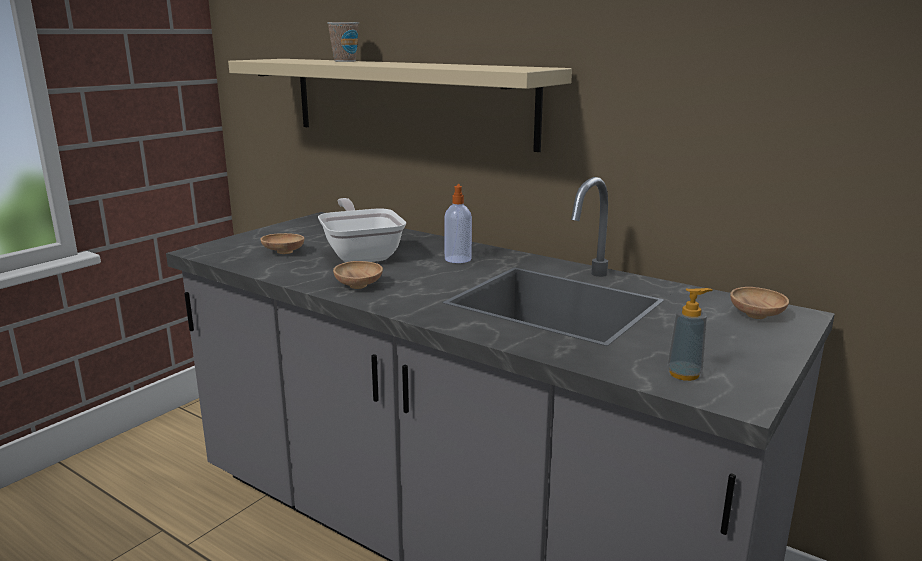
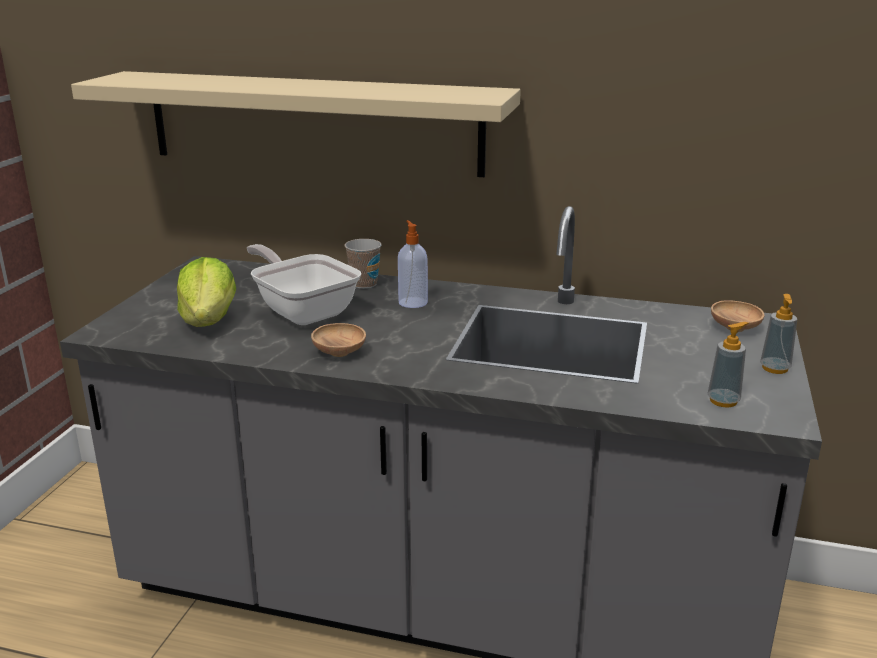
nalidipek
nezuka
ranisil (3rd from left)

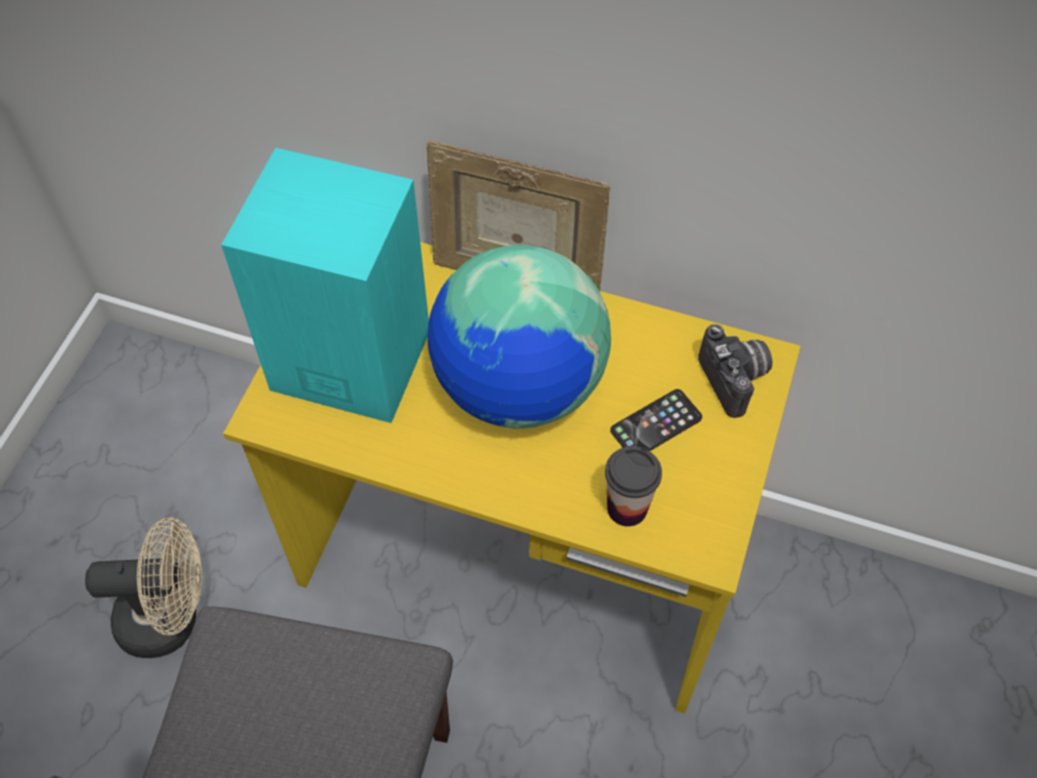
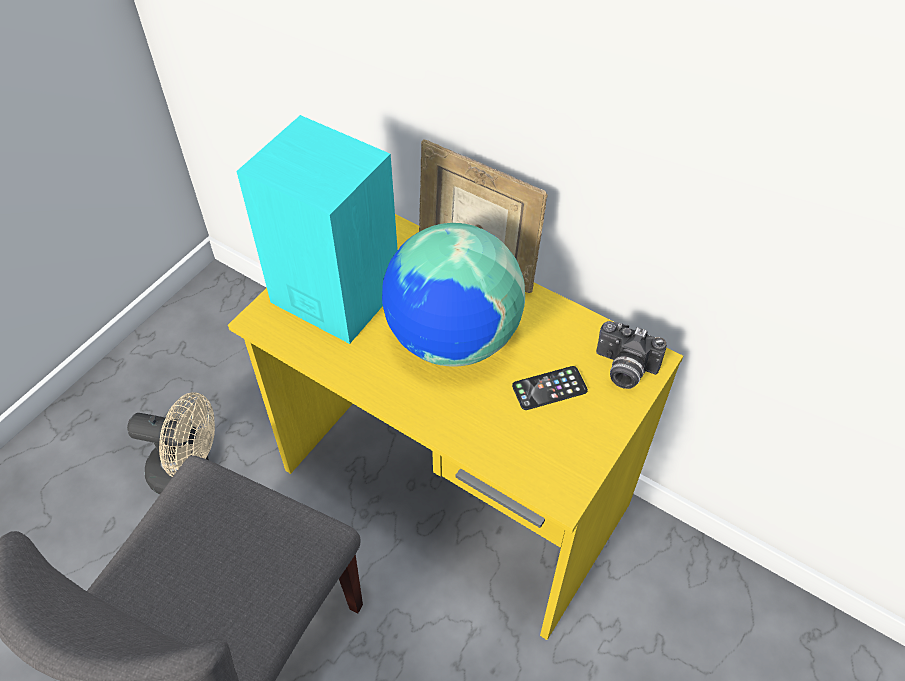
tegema
nezuka

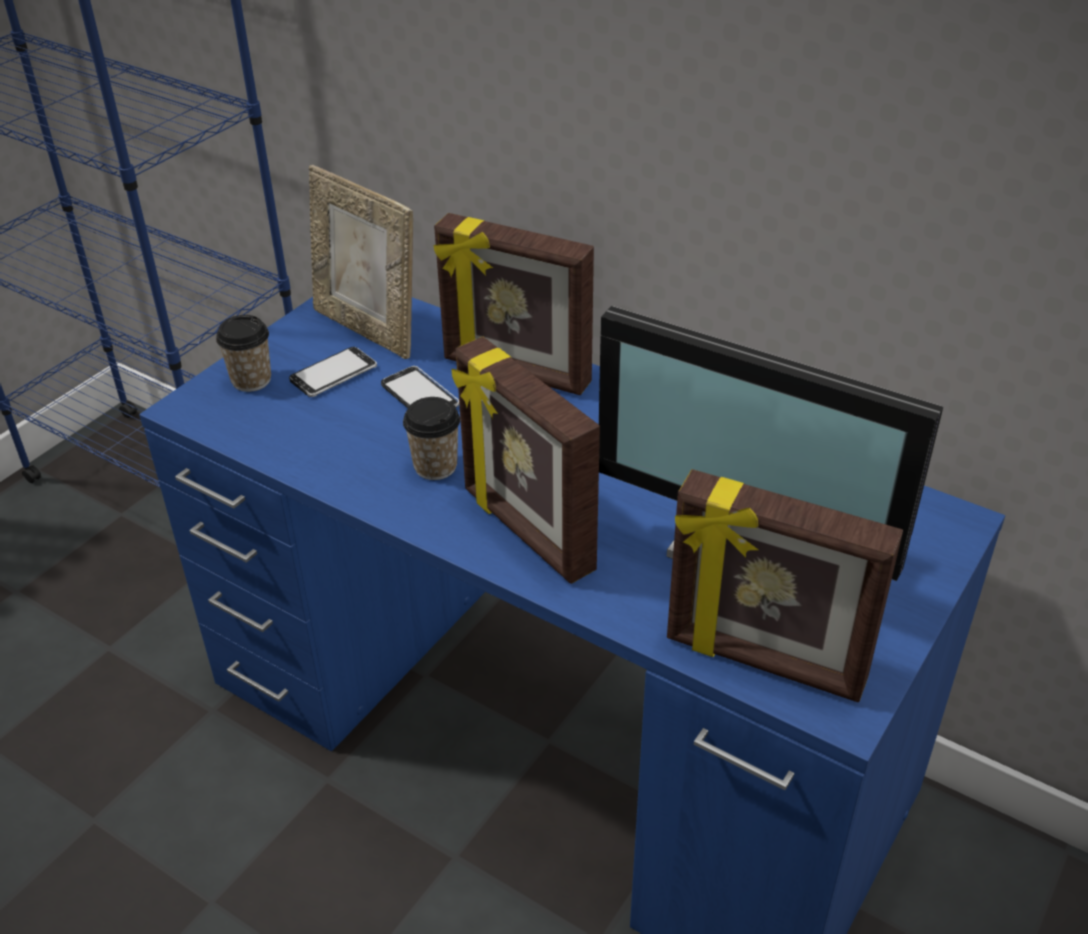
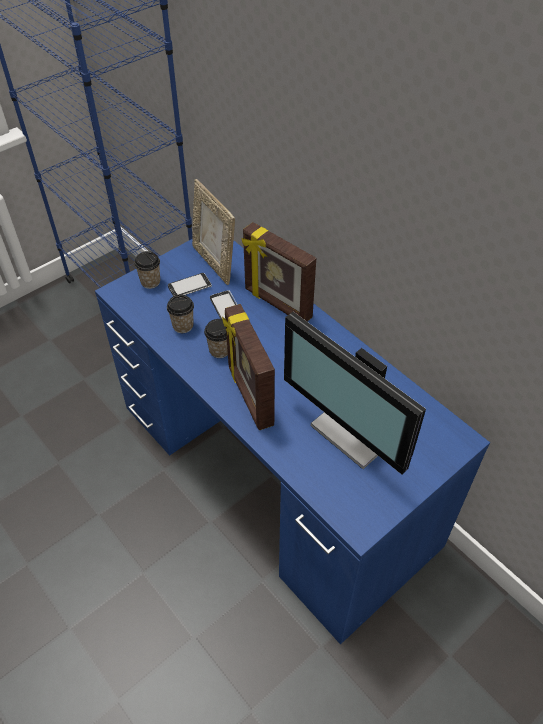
nezuka (2nd from left)
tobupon (4th from left in the first image)

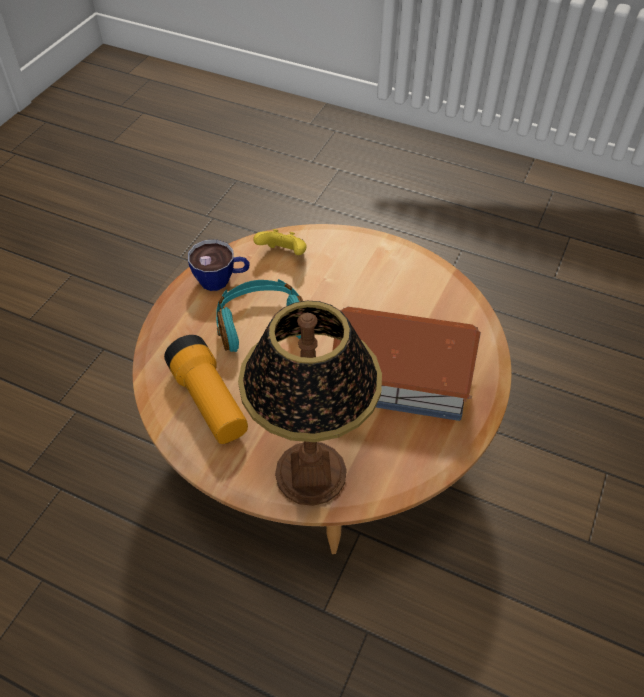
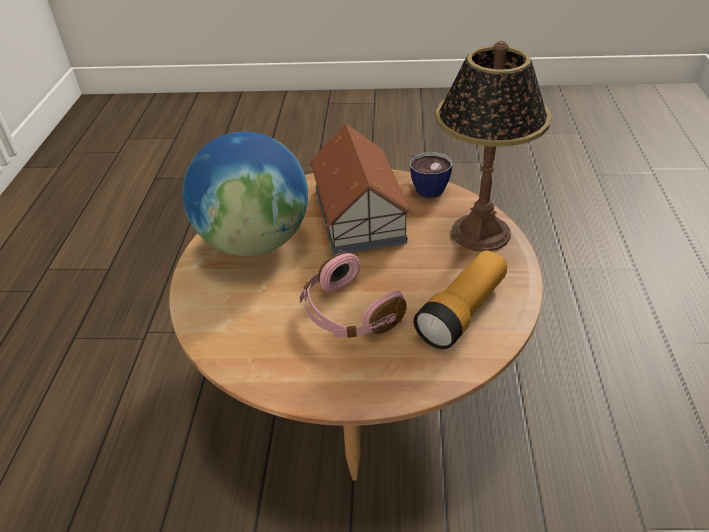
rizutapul
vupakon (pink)
nezuka
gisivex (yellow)

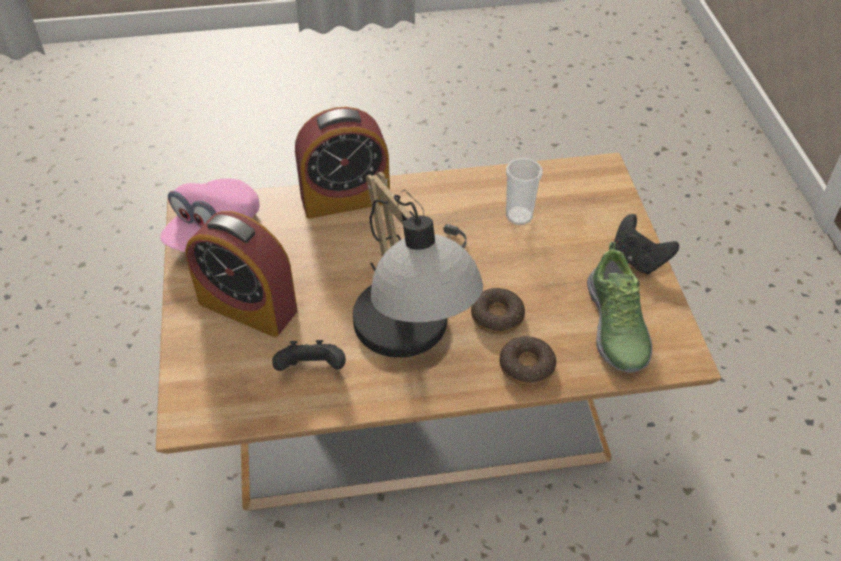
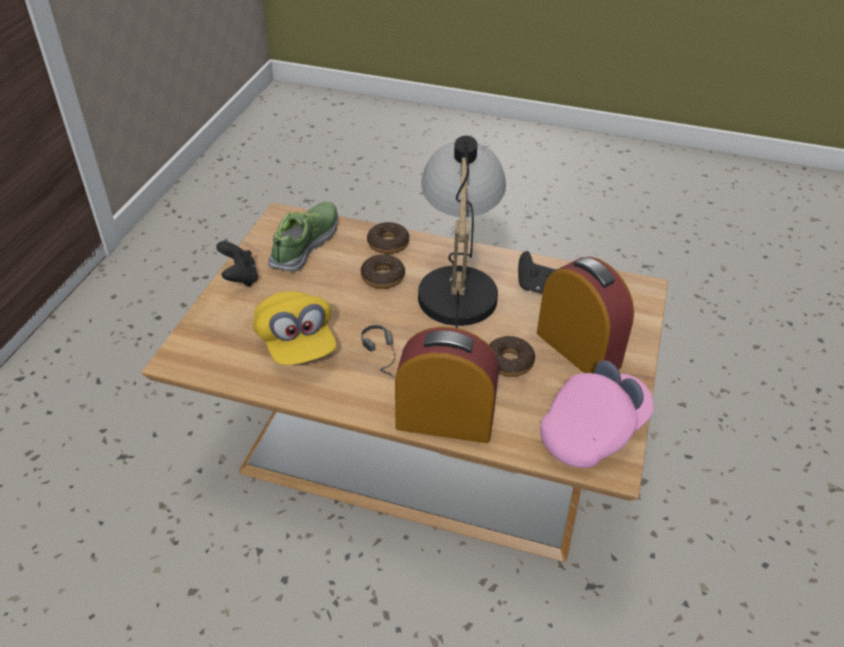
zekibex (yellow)
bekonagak (3rd from left)

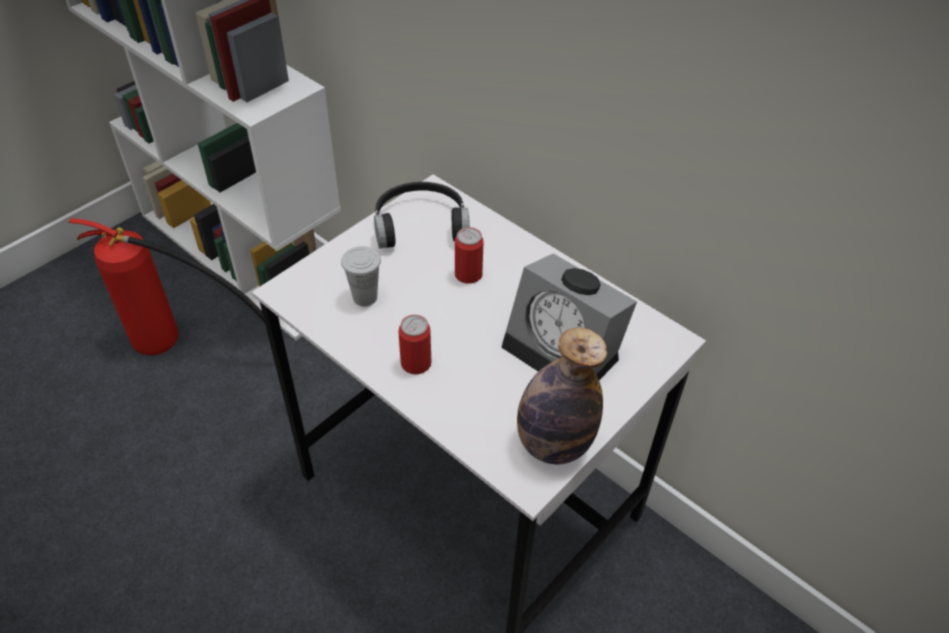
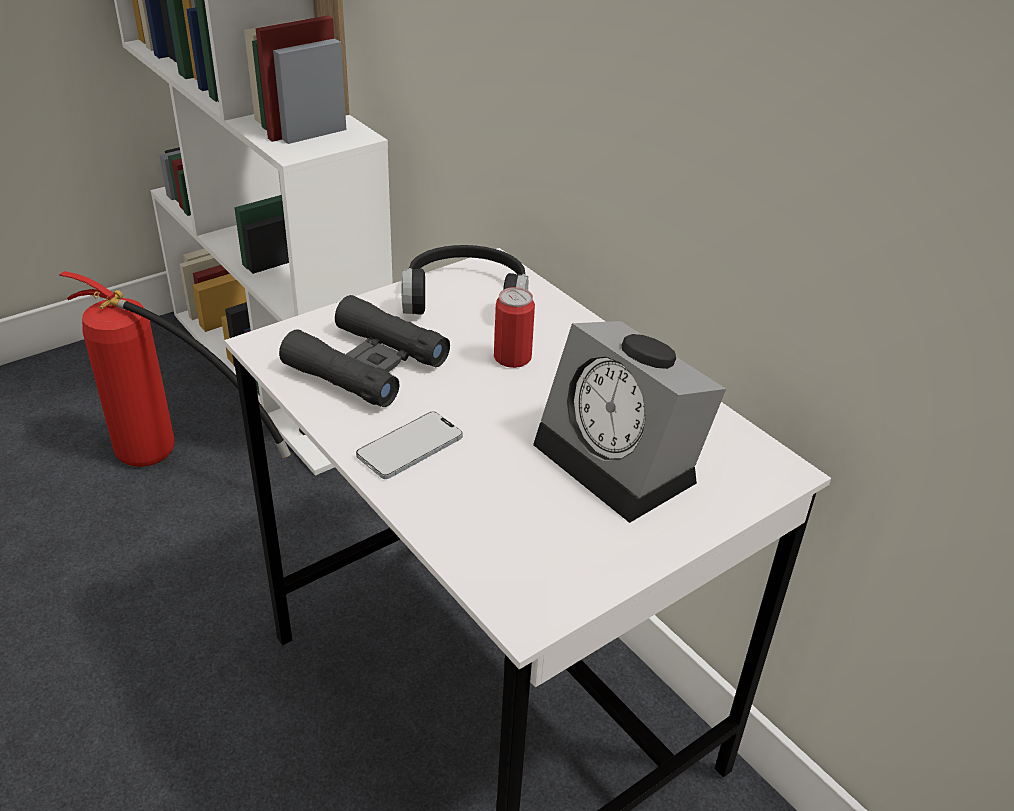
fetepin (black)
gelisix
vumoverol

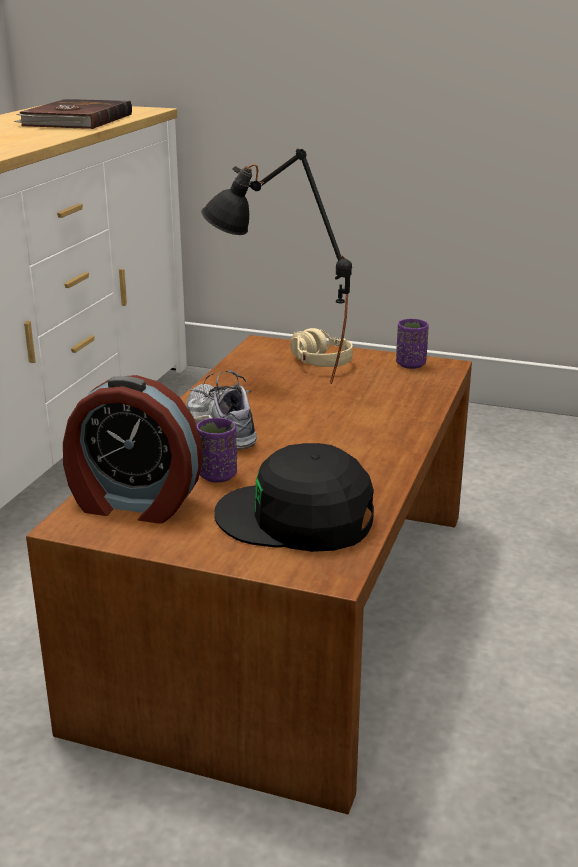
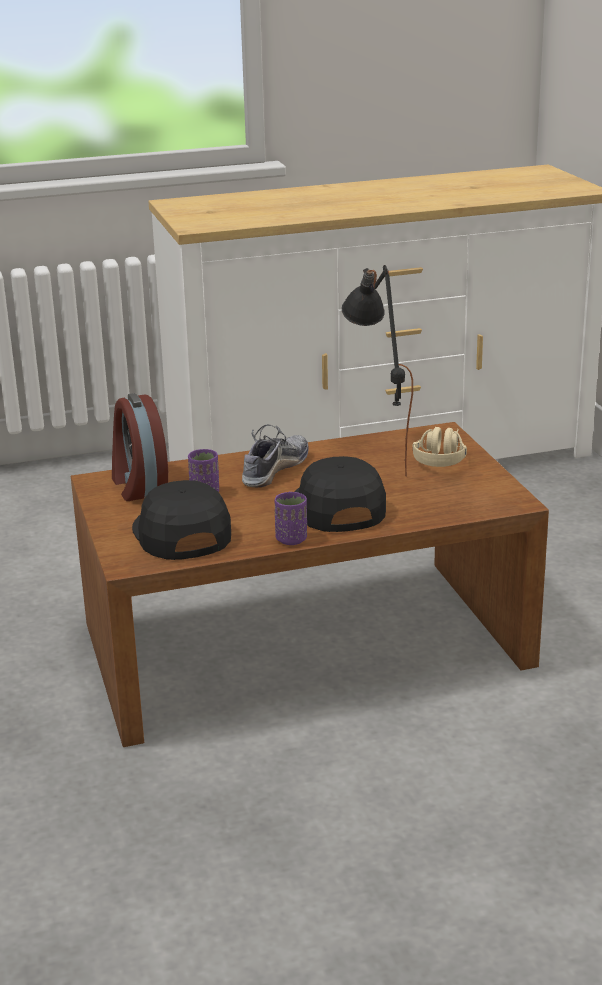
nezuka (purple) (2nd from left)
zekibex (black) (2nd from left)
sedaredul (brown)

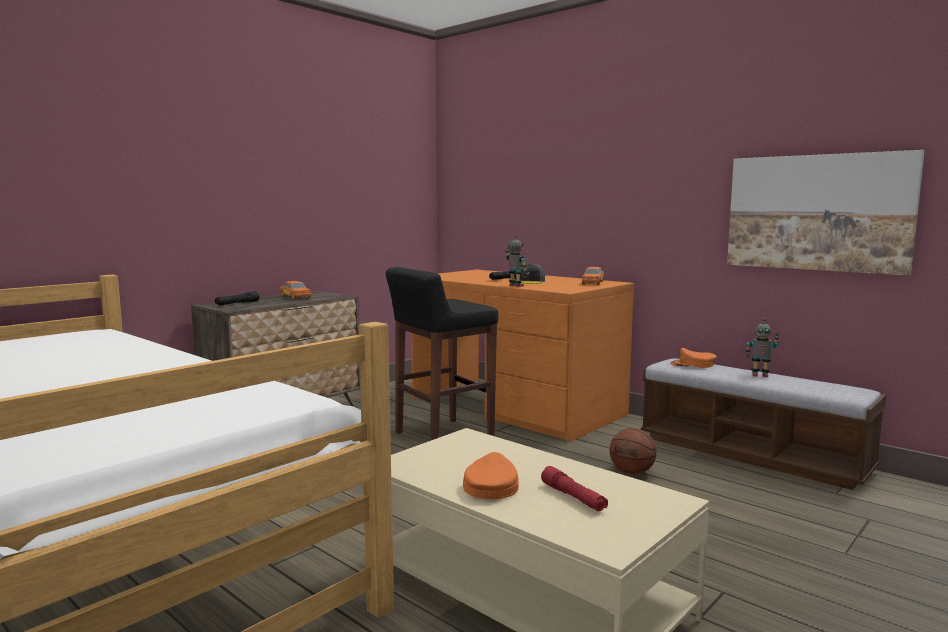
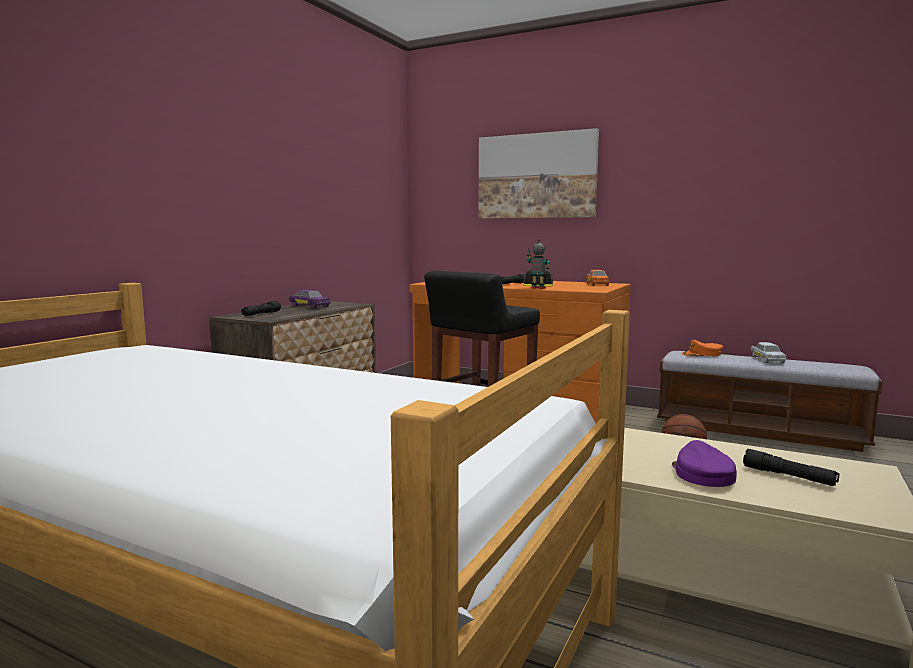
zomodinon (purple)
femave
zekibex (purple)
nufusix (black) (3rd from left)
zomodinon (white)

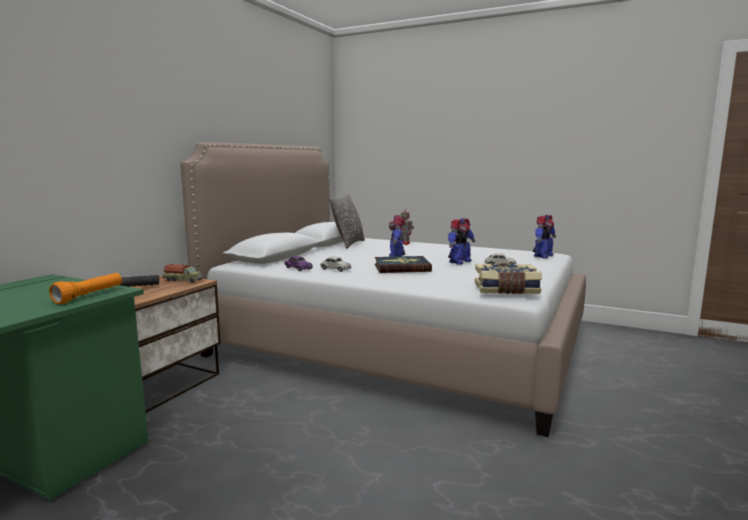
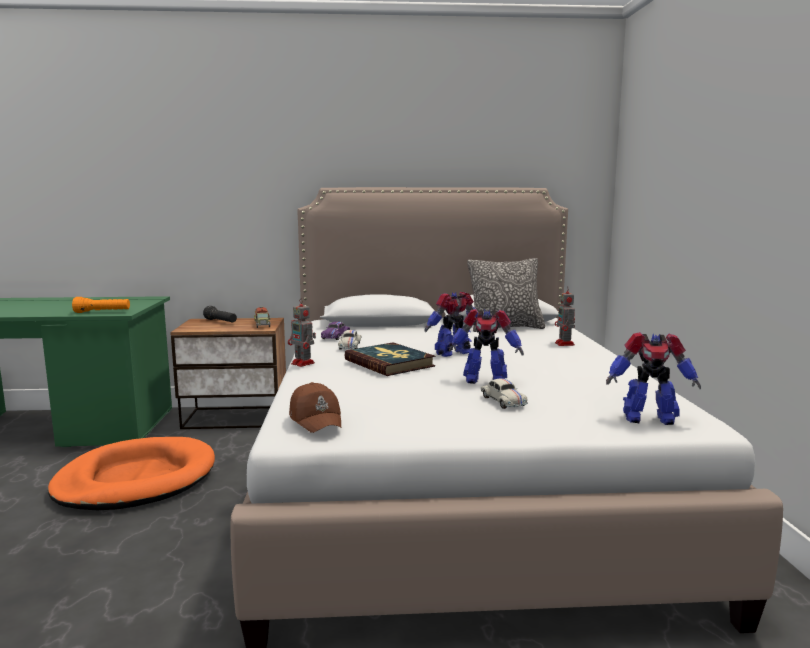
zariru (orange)
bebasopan (1st from left)
zekibex (brown)

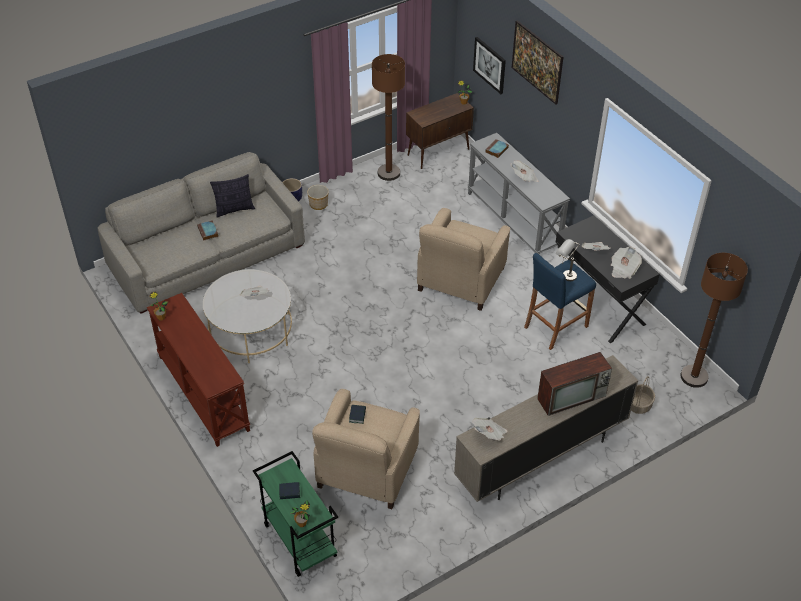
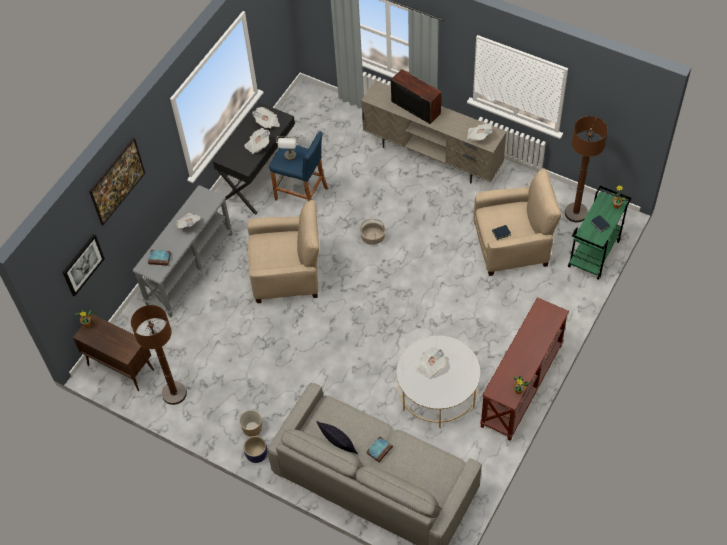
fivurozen
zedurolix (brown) (2nd from left)

